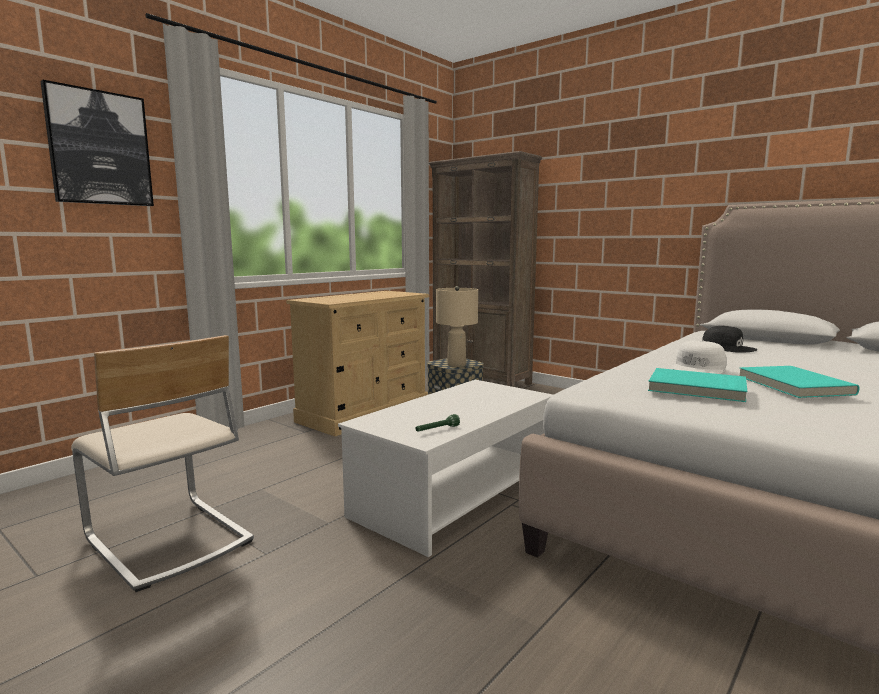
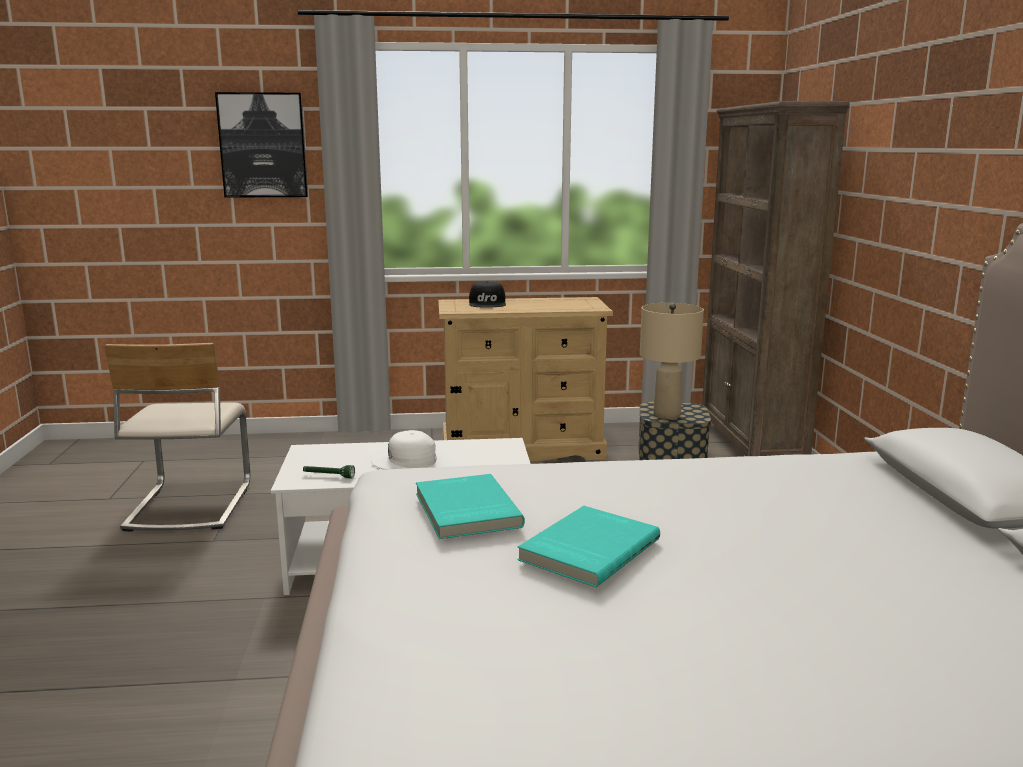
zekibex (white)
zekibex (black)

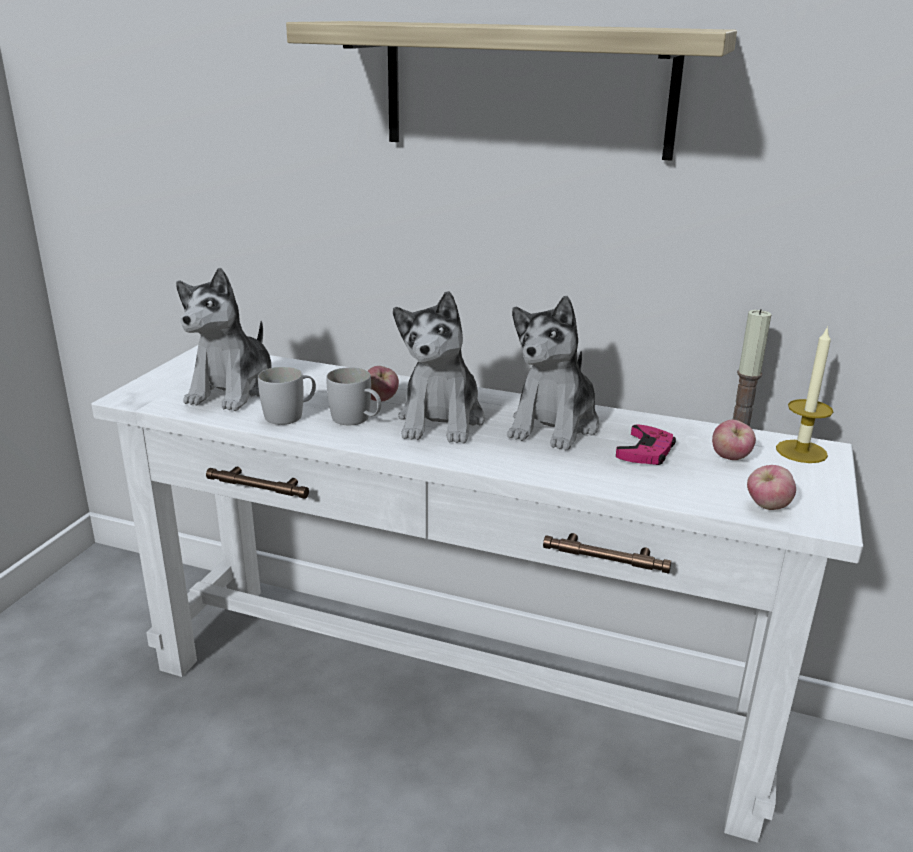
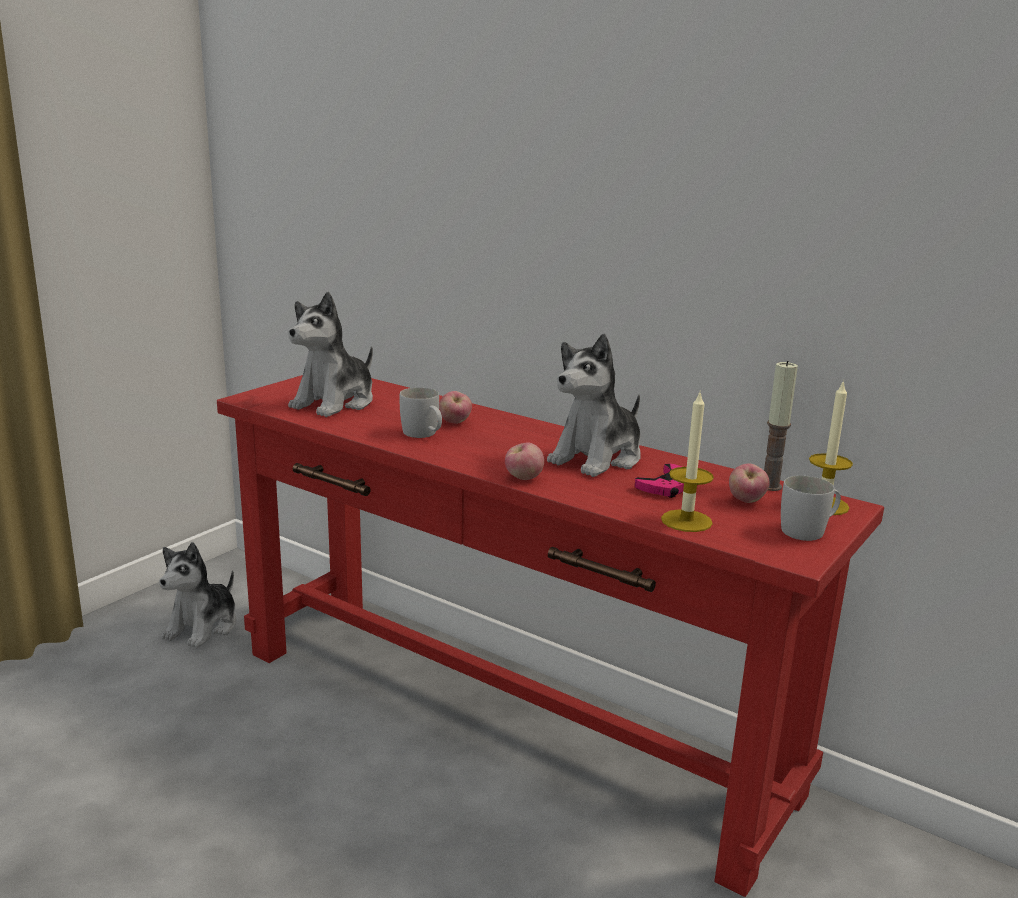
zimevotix (1st from left)
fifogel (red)
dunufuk (2nd from left)
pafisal (1st from left)
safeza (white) (2nd from left)
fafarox

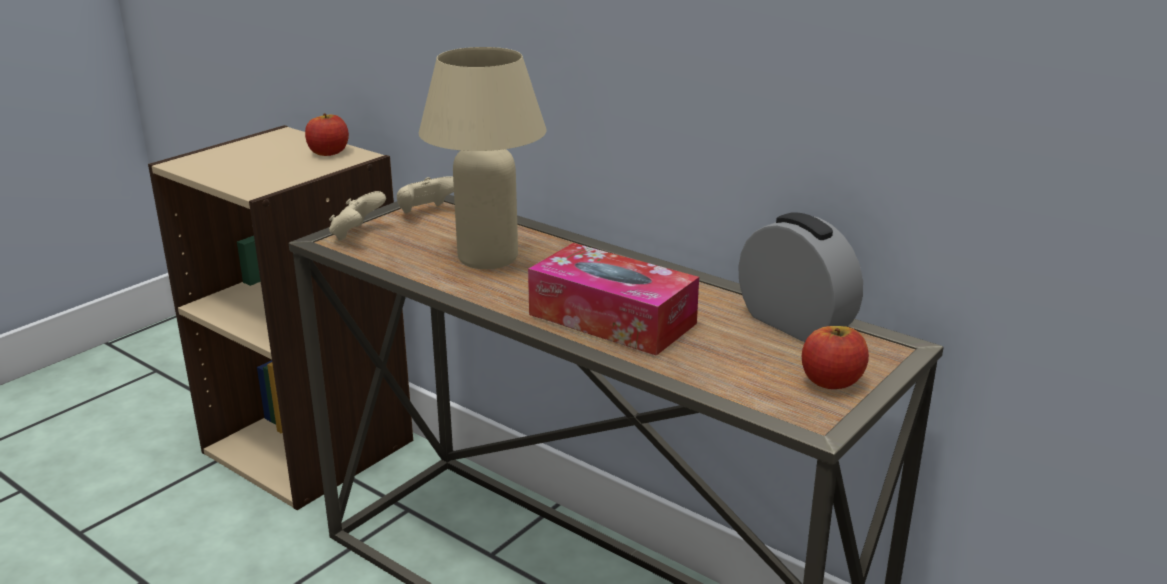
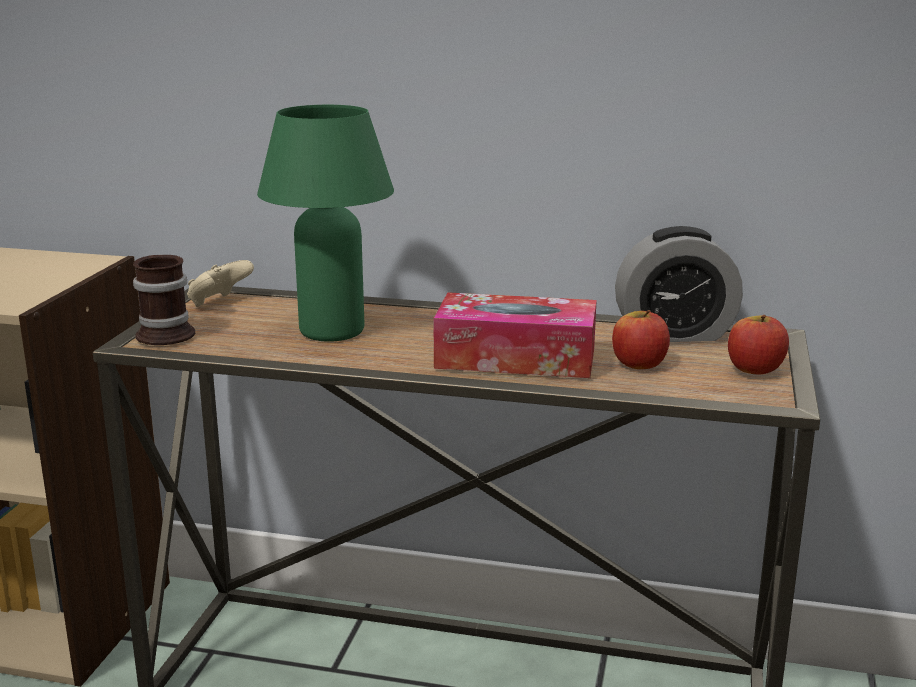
safeza
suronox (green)
dunufuk (1st from left)
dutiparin

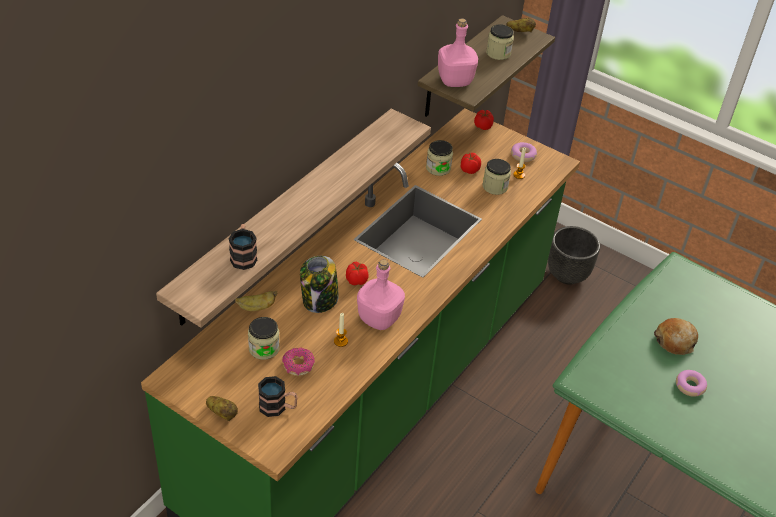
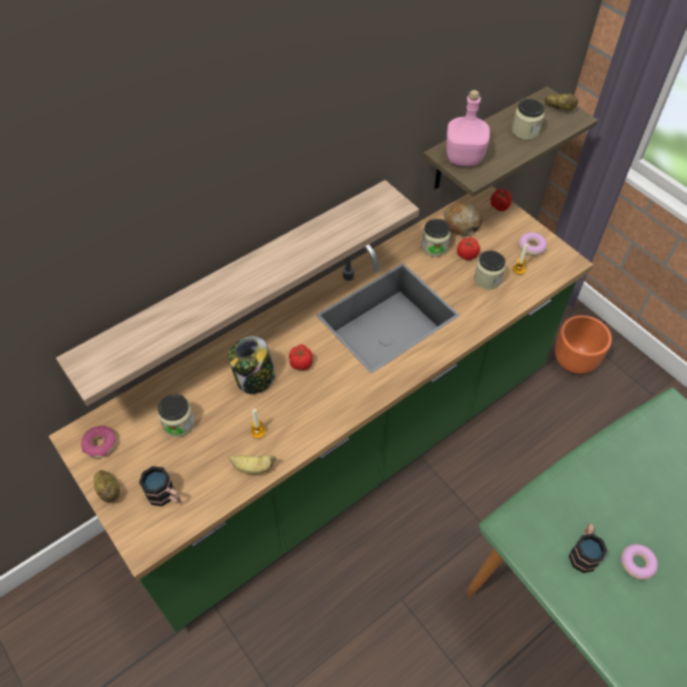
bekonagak (1st from left)
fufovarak
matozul
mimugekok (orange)
safeza (2nd from left)
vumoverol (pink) (1st from left in the first image)

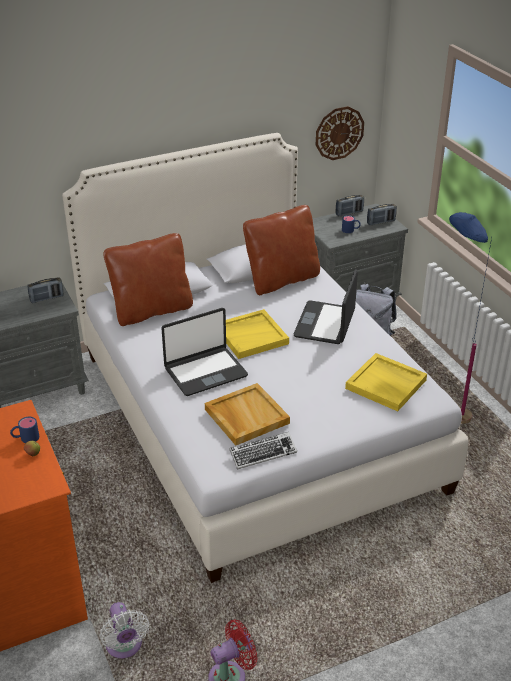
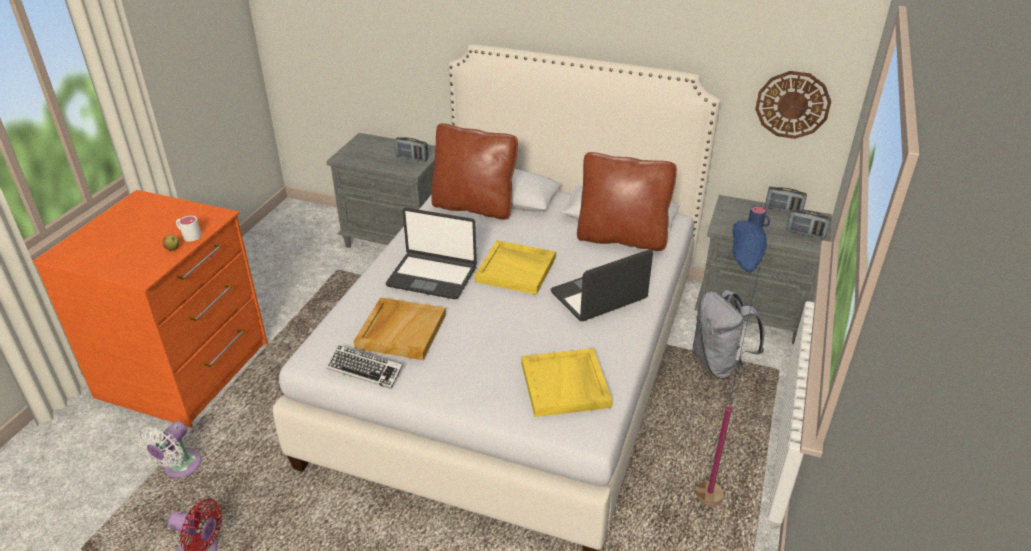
safeza (white)

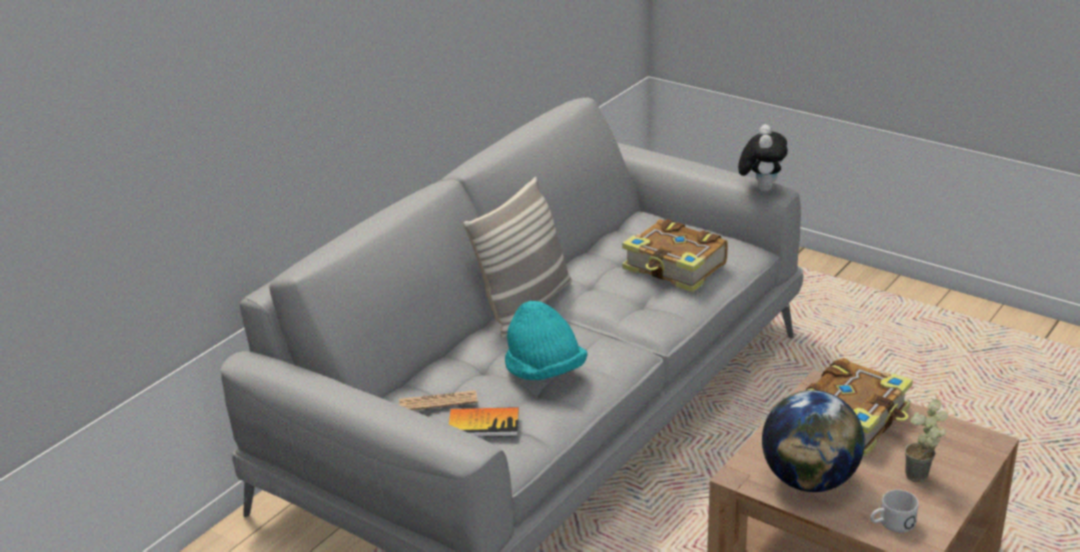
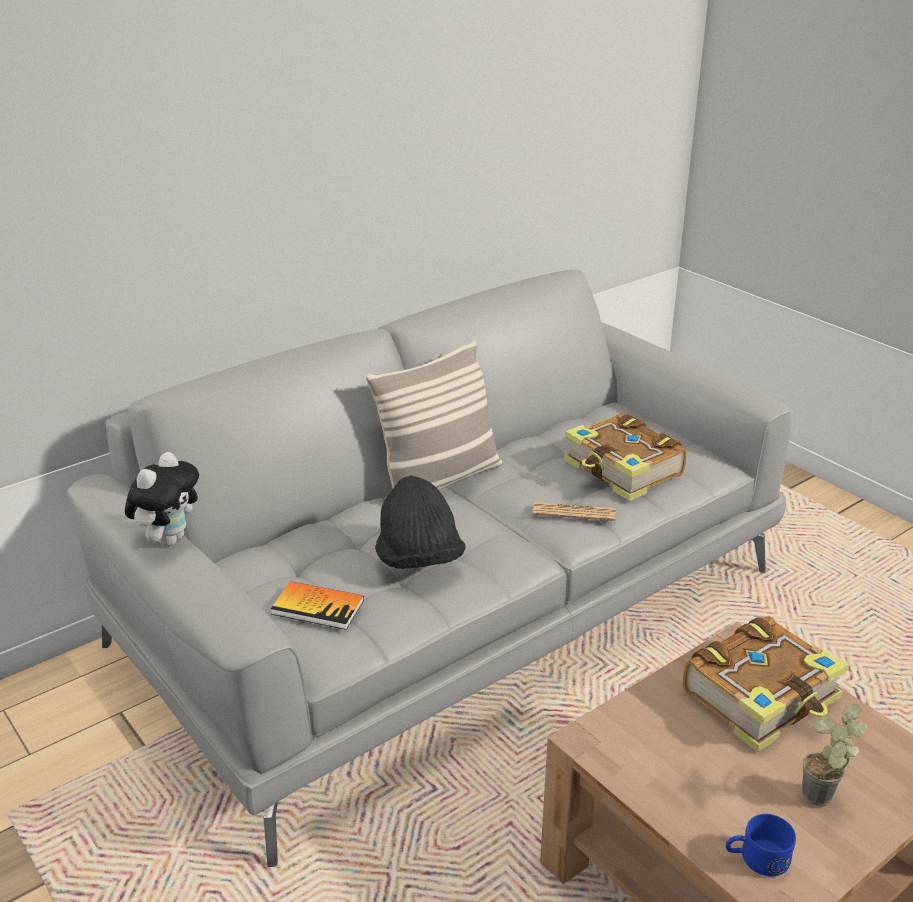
zimevotix
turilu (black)
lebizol
safeza (blue)
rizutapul

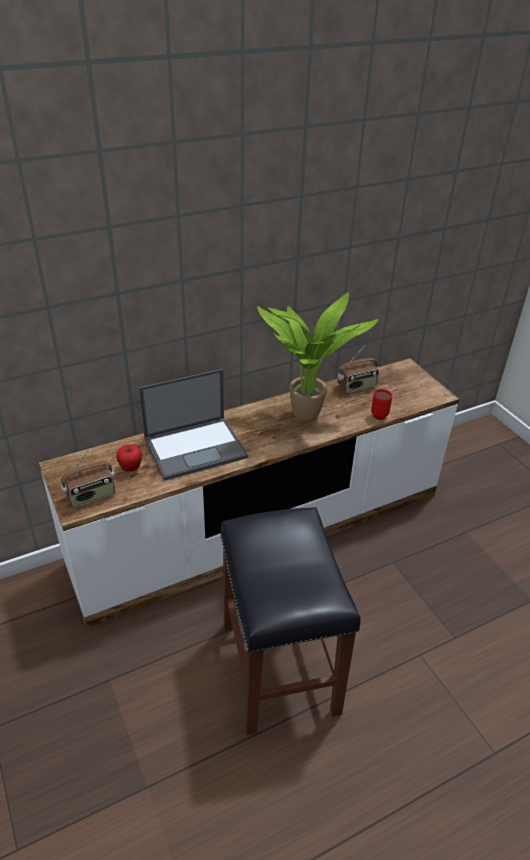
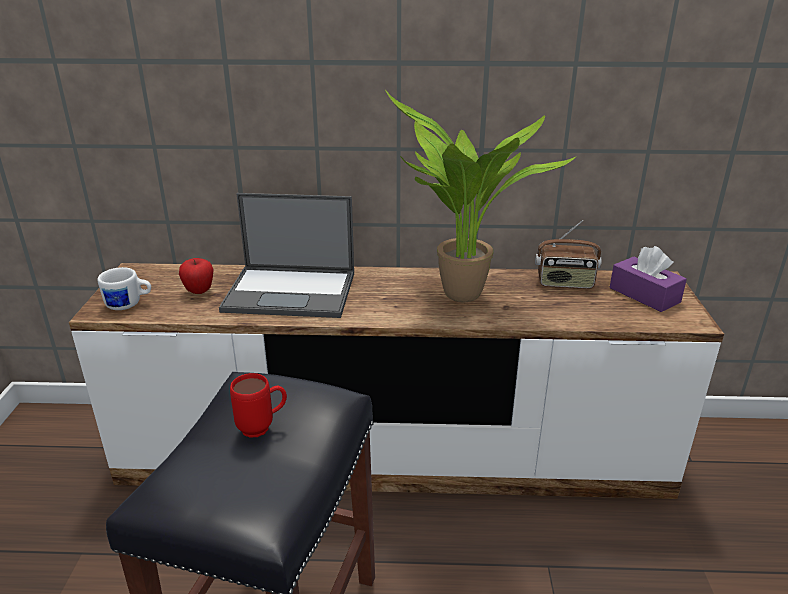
safeza (white)
safeza (red)
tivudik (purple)

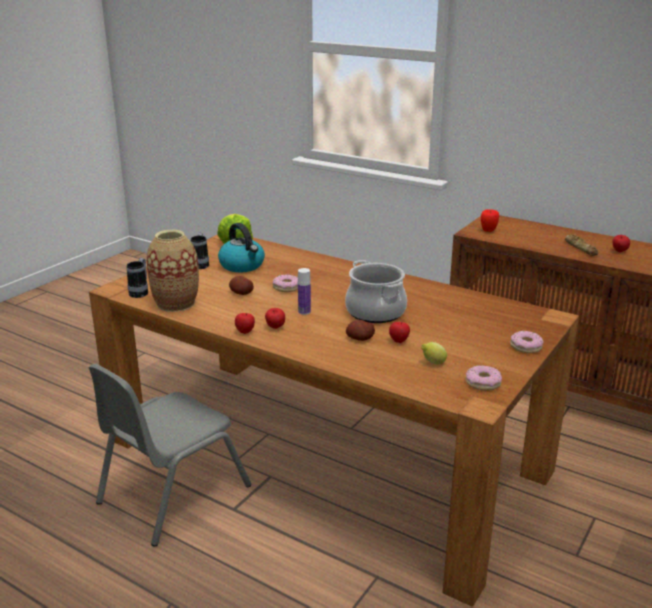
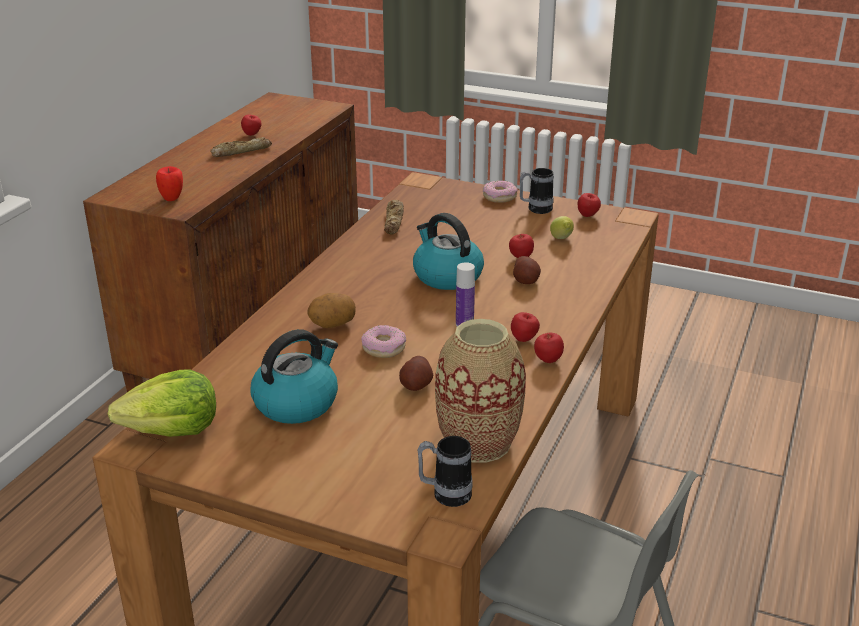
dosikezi (1st from left)
matozul (2nd from left)
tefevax (2nd from left)
safeza (2nd from left)
dunufuk (6th from left)

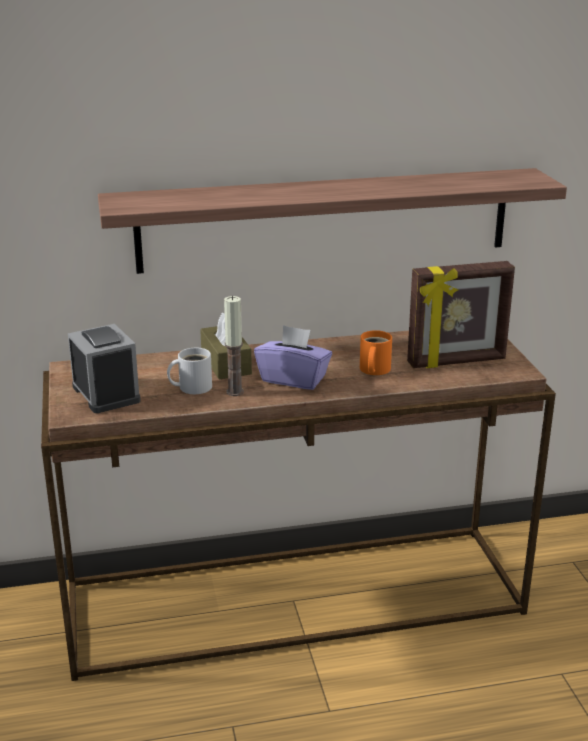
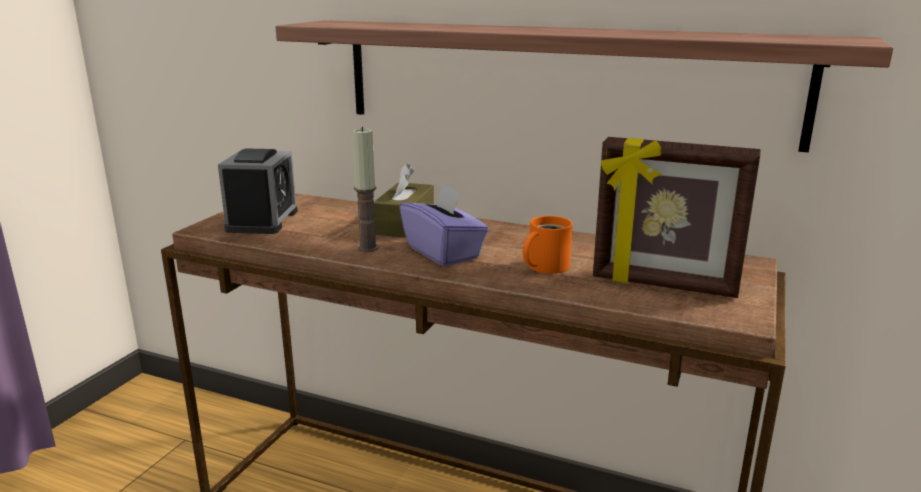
safeza (white)

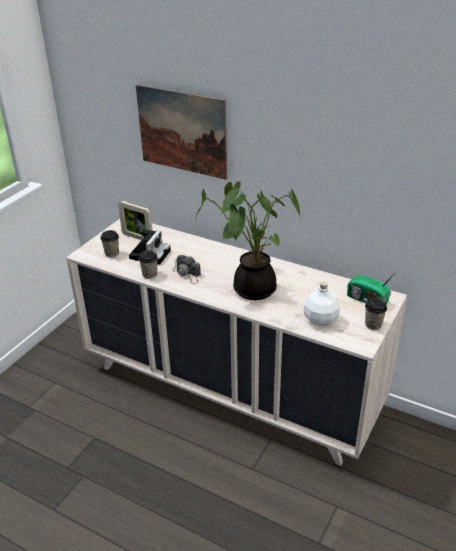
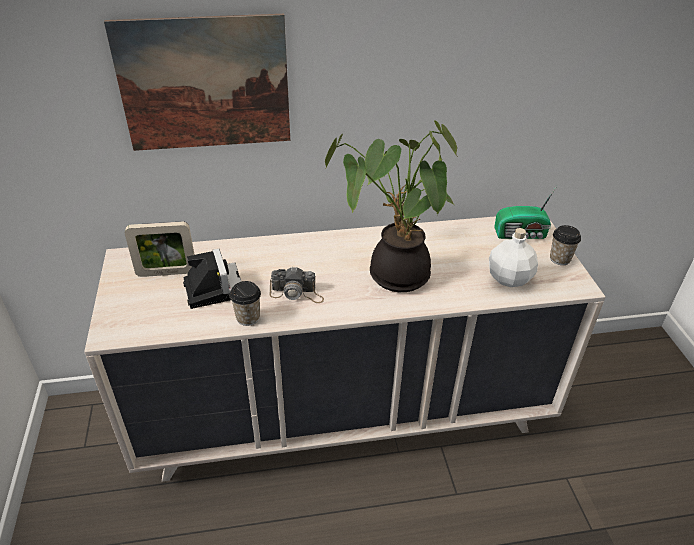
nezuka (1st from left in the first image)

